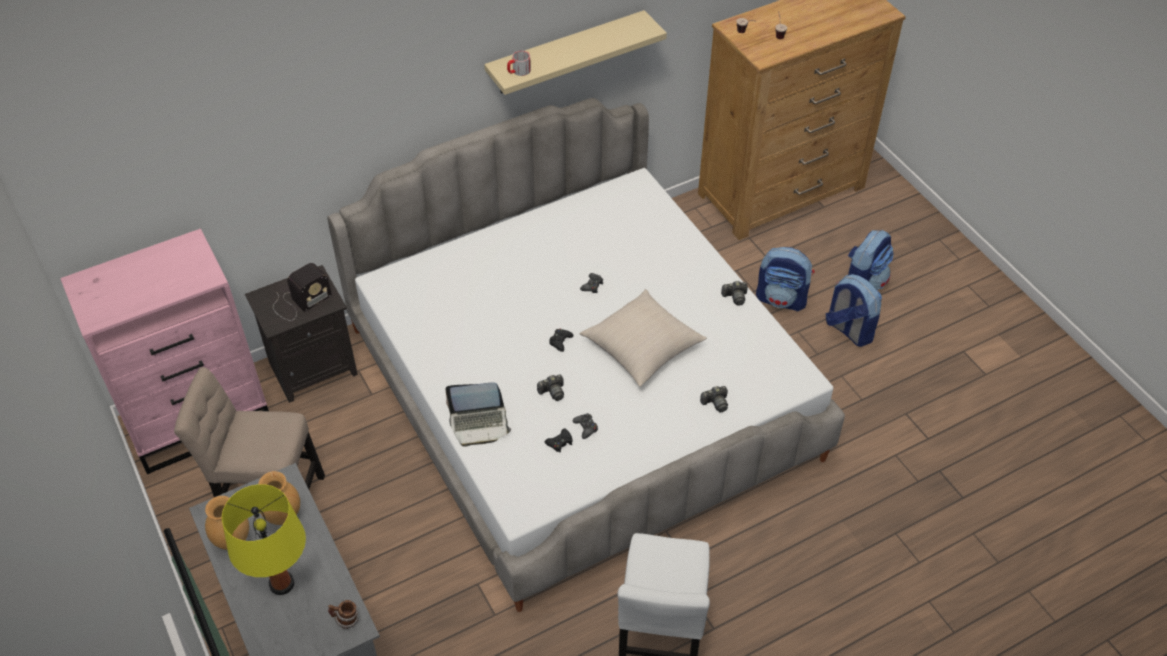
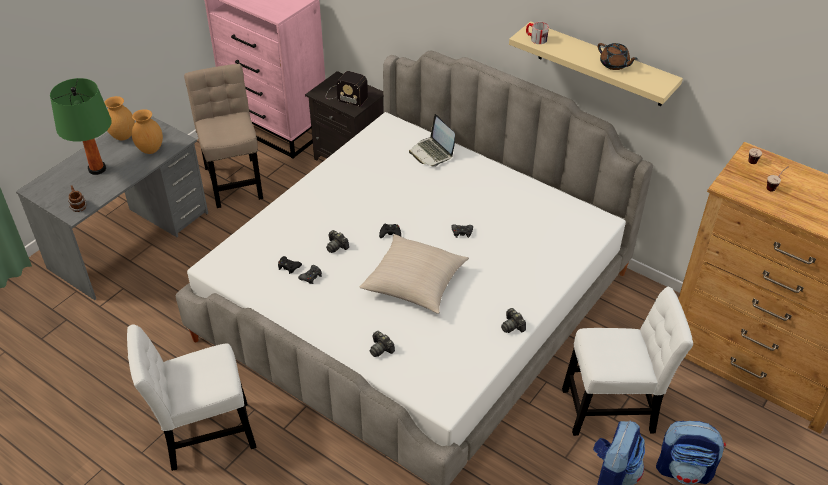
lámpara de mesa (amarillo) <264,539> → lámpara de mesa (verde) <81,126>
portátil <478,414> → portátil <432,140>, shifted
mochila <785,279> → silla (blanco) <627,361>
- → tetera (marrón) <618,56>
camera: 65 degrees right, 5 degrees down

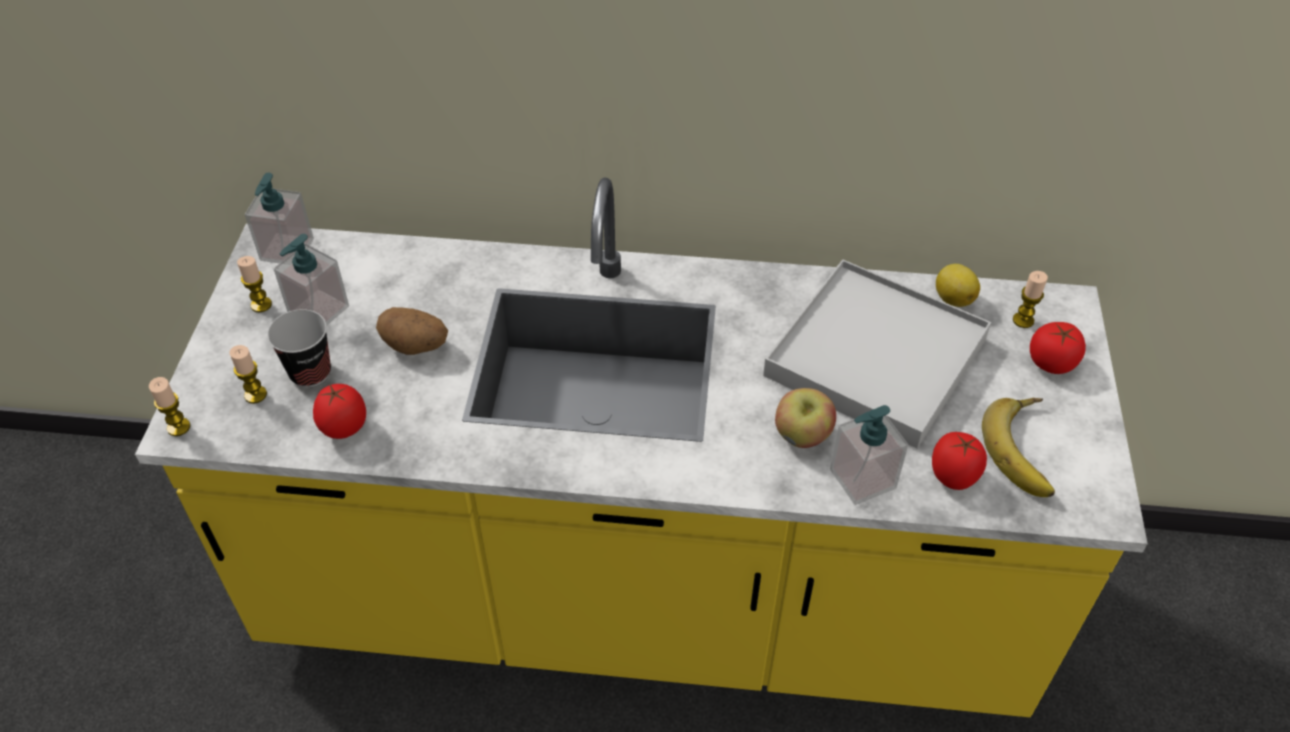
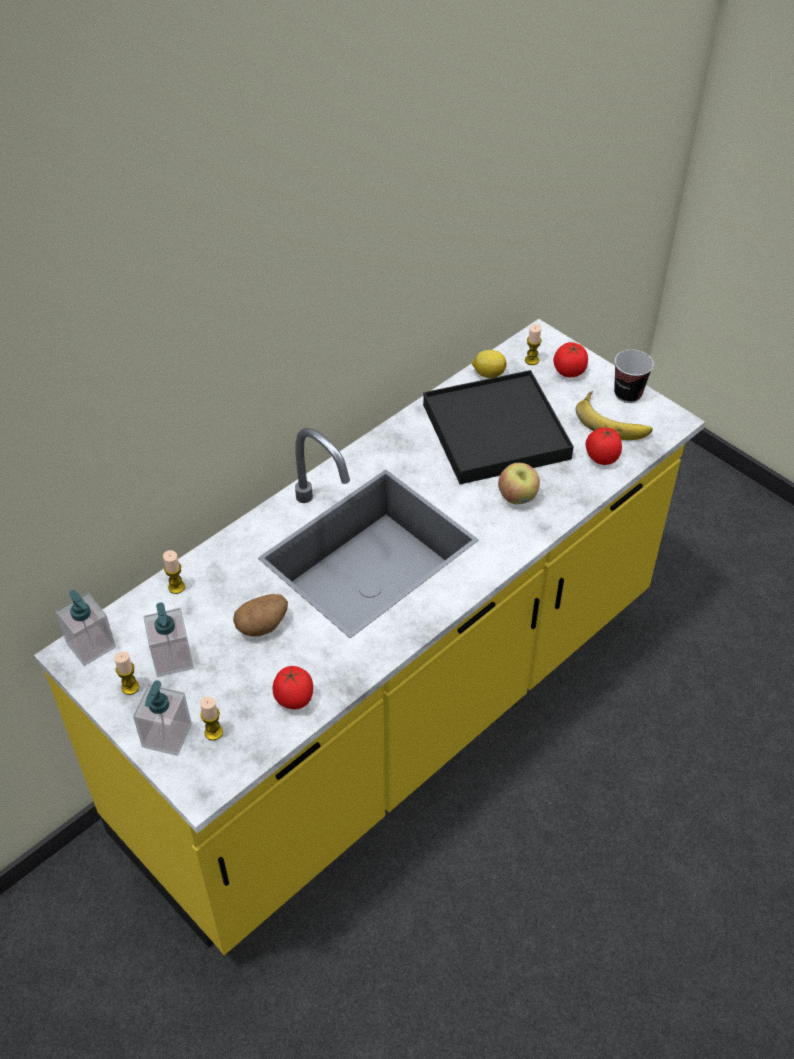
vela <170,406> → vela <174,572>, shifted
taza <299,348> → taza <634,376>, shifted
bandeja (blanco) <877,354> → bandeja (negro) <498,427>
dispensador de jabón <869,455> → dispensador de jabón <162,718>, shifted
camera: 50 degrees left, 0 degrees up

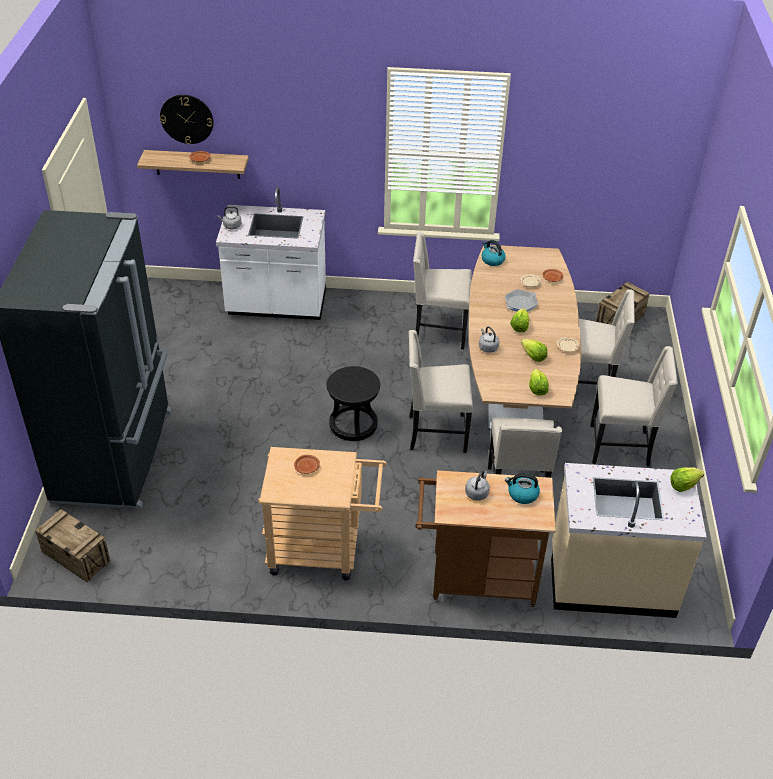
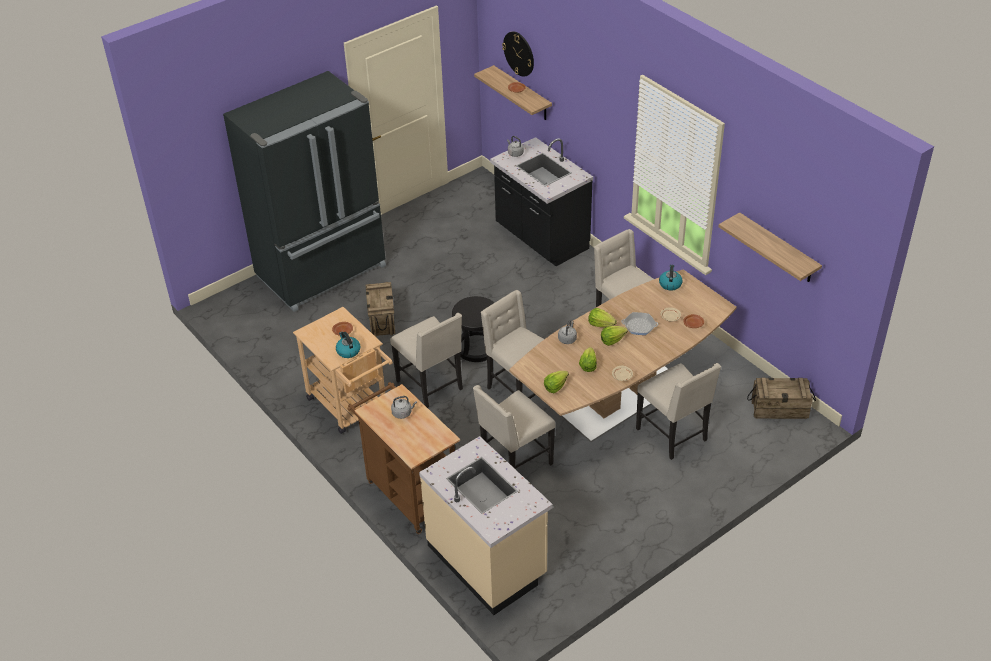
caja de embalaje <73,545> → caja de embalaje <380,309>, shifted
mueble bajo de cocina (blanco) <271,253> → mueble bajo de cocina (negro) <541,201>
hervidor <522,488> → hervidor <348,345>, shifted
silla (beis) <634,406> → silla (beis) <426,360>, shifted
lechuga <687,479> → lechuga <602,317>, shifted
- → estante <770,247>
camera: 50 degrees right, 0 degrees up

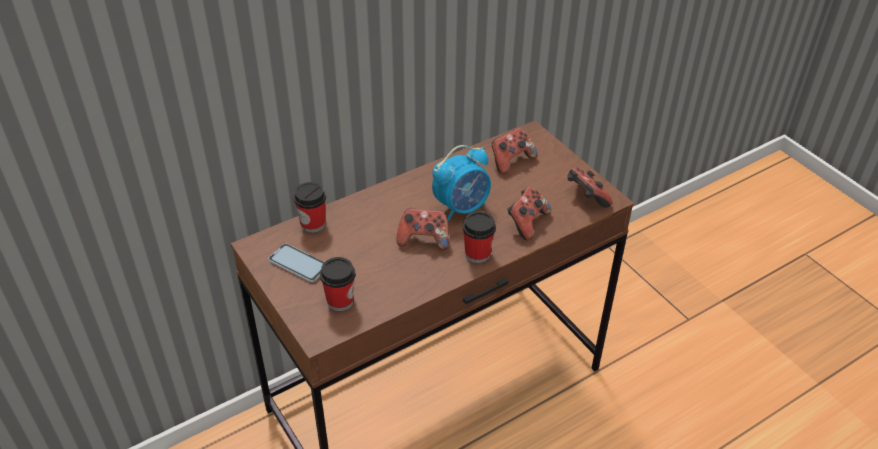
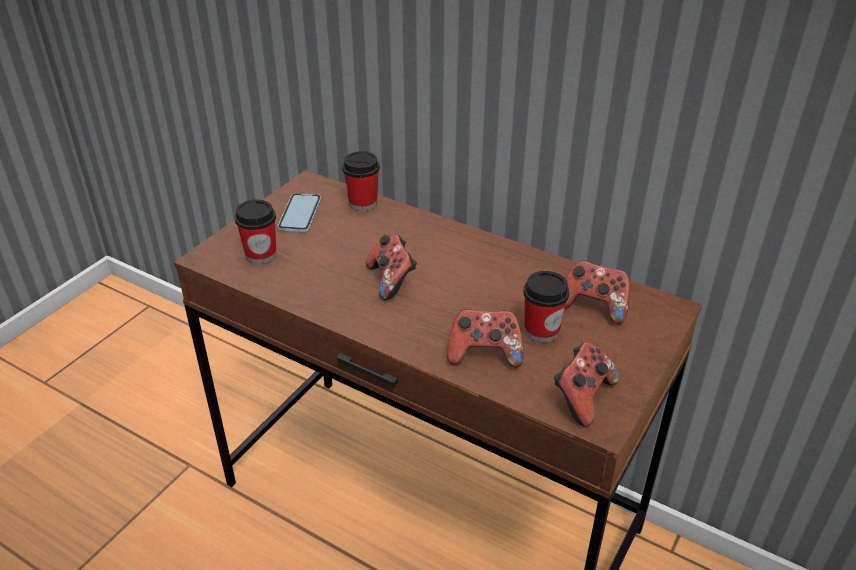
despertador <461,183> → -
taza <479,237> → taza <546,307>, shifted
camera: 65 degrees right, 5 degrees down

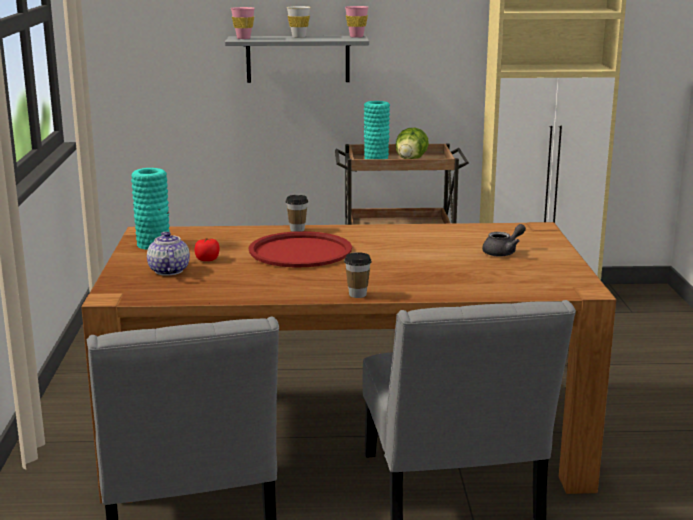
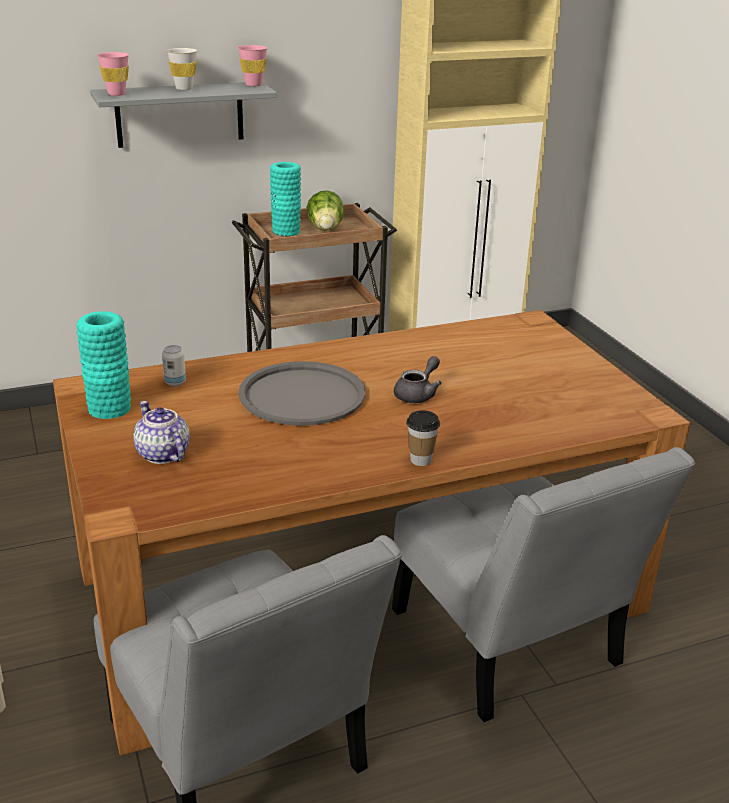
tomate <207,249> → -
bandeja (rojo) <300,249> → bandeja (gris) <302,393>
taza <296,213> → -
tetera (gris) <504,240> → tetera (gris) <418,379>, shifted
- → lata <174,365>
camera: 20 degrees left, 10 degrees up

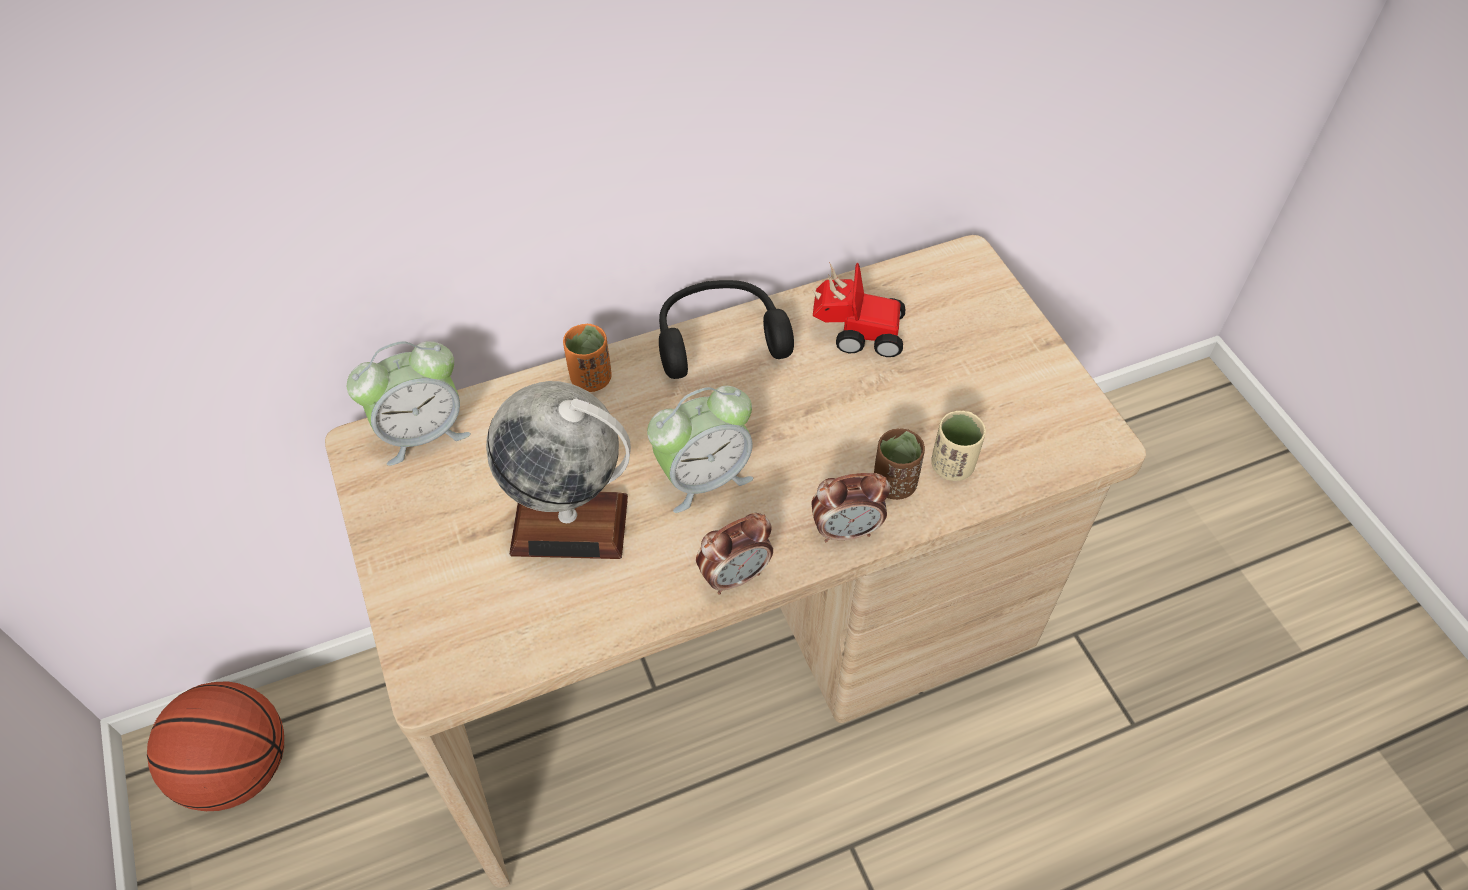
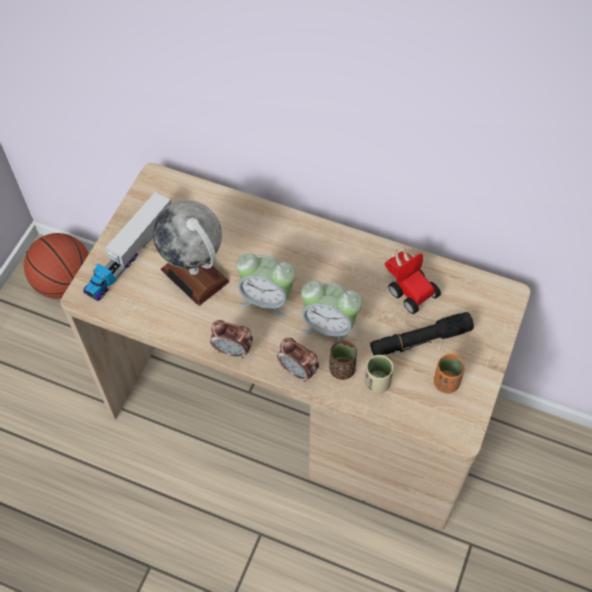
despertador <409,403> → despertador <331,310>, shifted
taza (naranja) <587,358> → taza (naranja) <449,374>, shifted
auriculares (negro) <726,329> → -
- → camión de juguete <127,246>
- → linterna (negro) <422,334>
camera: 45 degrees right, 5 degrees up

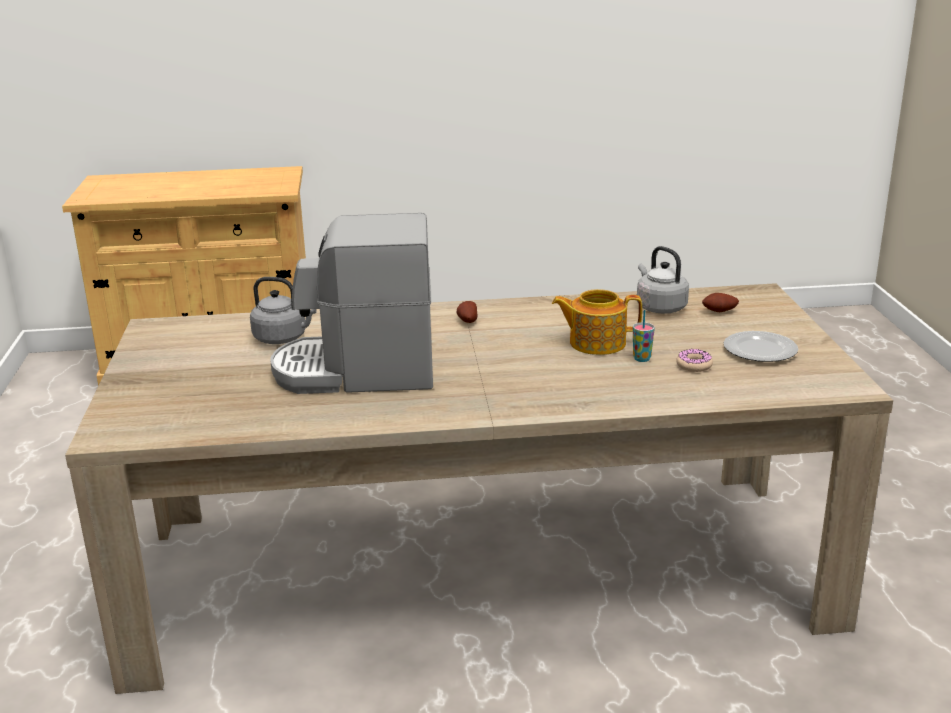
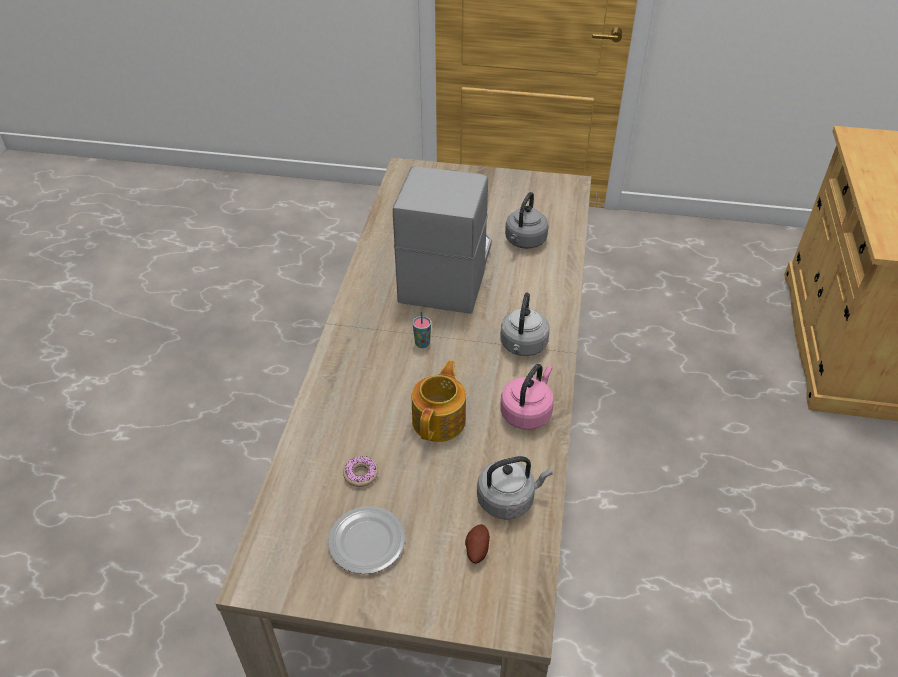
patata <467,312> → hervidor (gris) <525,324>
taza <644,336> → taza <421,329>, shifted
- → hervidor (rosa) <527,397>
camera: 105 degrees right, 20 degrees up

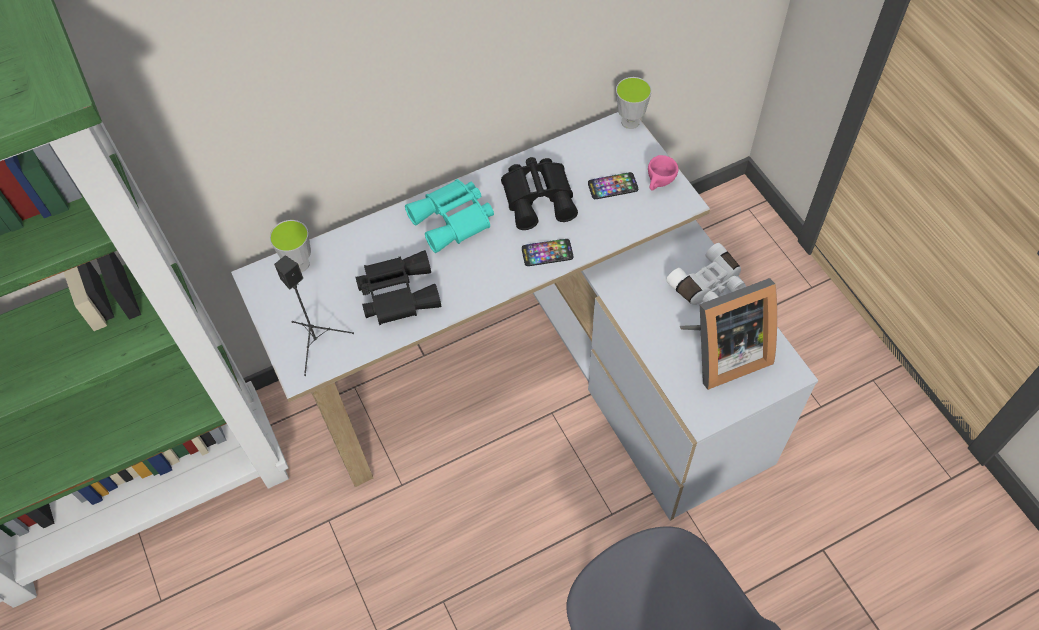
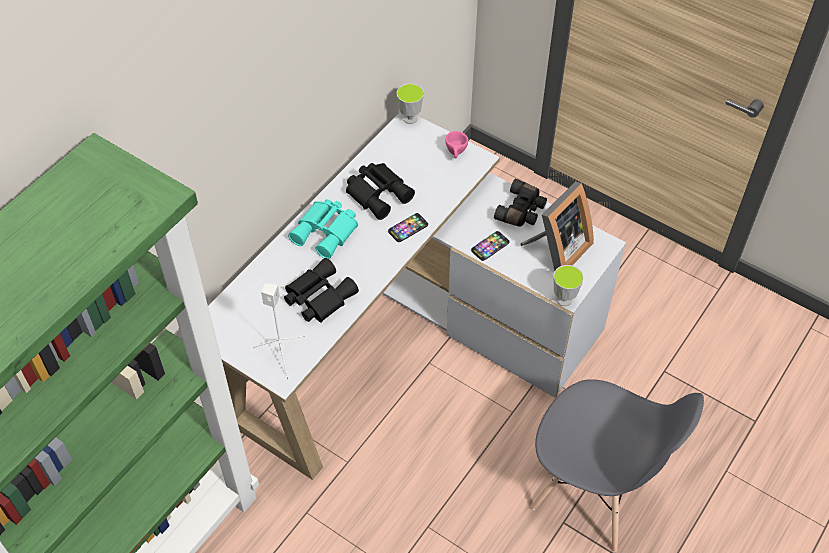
taza <290,246> → taza <568,285>, shifted
altavoz (negro) <314,316> → altavoz (blanco) <279,331>
móvil <613,185> → móvil <490,246>, shifted
prismáticos (blanco) <705,274> → prismáticos (negro) <520,203>
camera: 30 degrees left, 5 degrees down

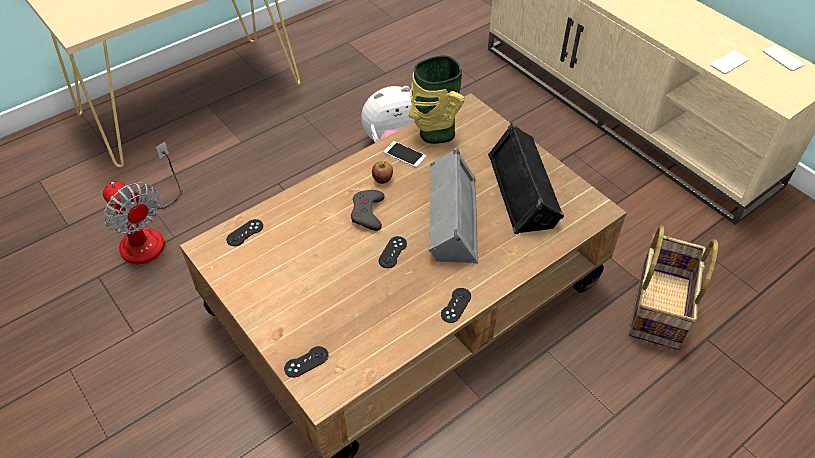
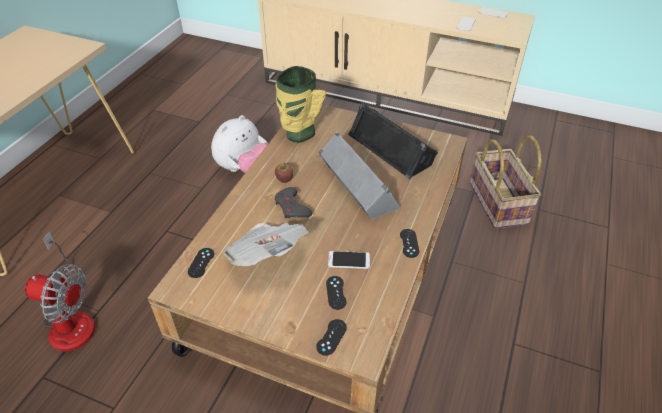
mando de consola (negro) <393,252> → mando de consola (negro) <336,293>, shifted
móvil <405,154> → móvil <349,260>, shifted
- → periódico <265,244>
camera: 30 degrees left, 5 degrees down

